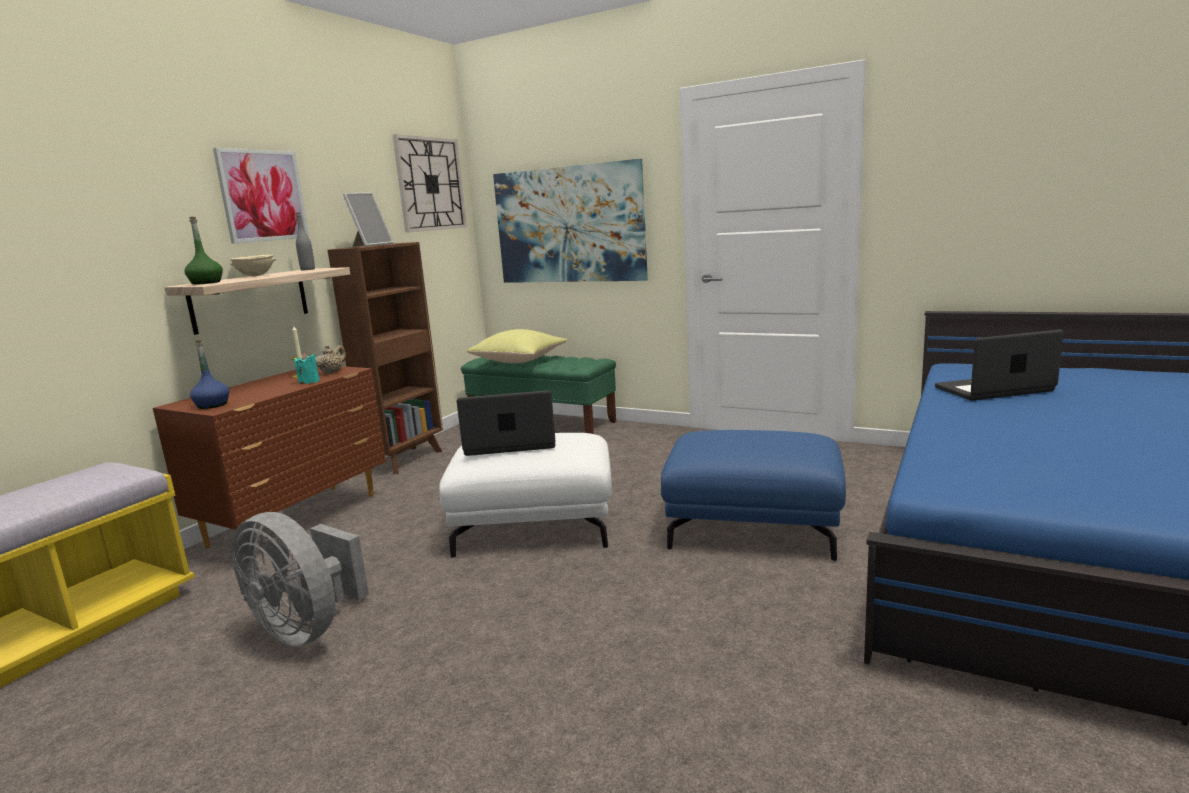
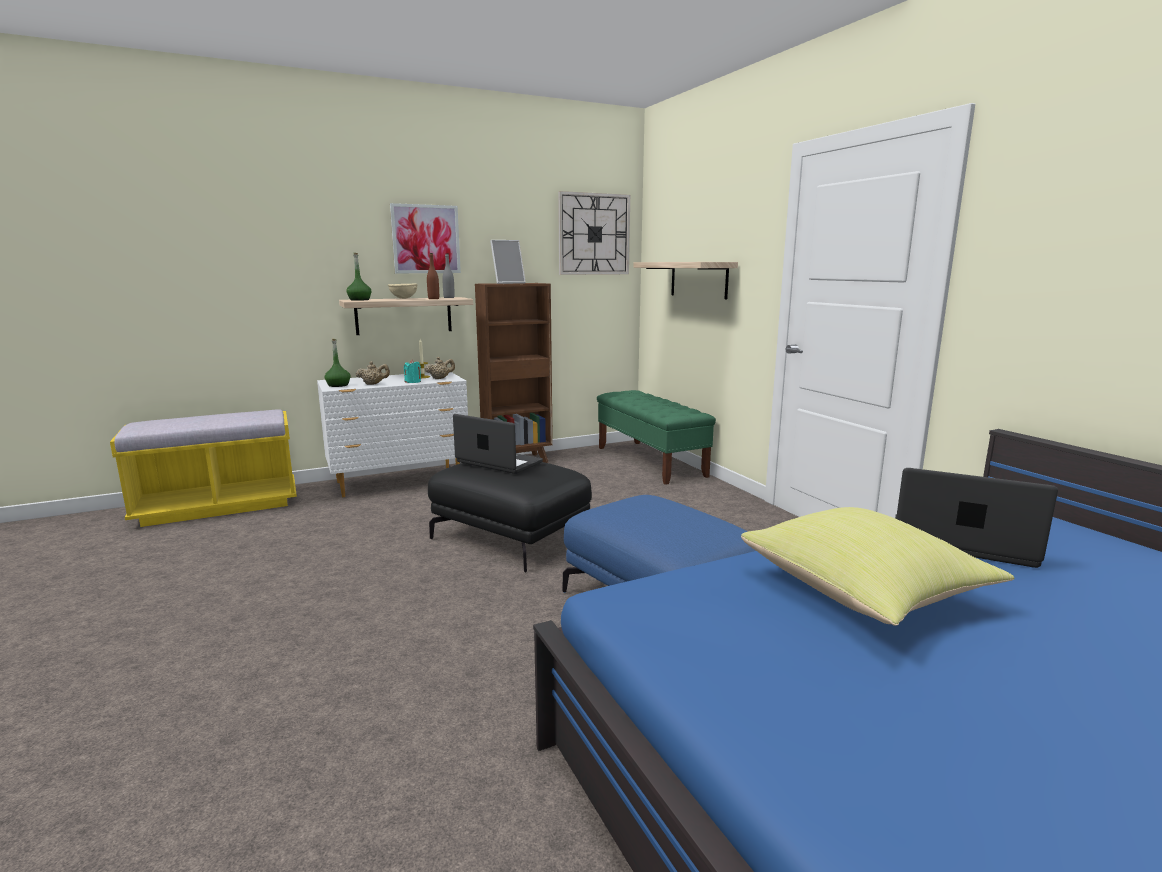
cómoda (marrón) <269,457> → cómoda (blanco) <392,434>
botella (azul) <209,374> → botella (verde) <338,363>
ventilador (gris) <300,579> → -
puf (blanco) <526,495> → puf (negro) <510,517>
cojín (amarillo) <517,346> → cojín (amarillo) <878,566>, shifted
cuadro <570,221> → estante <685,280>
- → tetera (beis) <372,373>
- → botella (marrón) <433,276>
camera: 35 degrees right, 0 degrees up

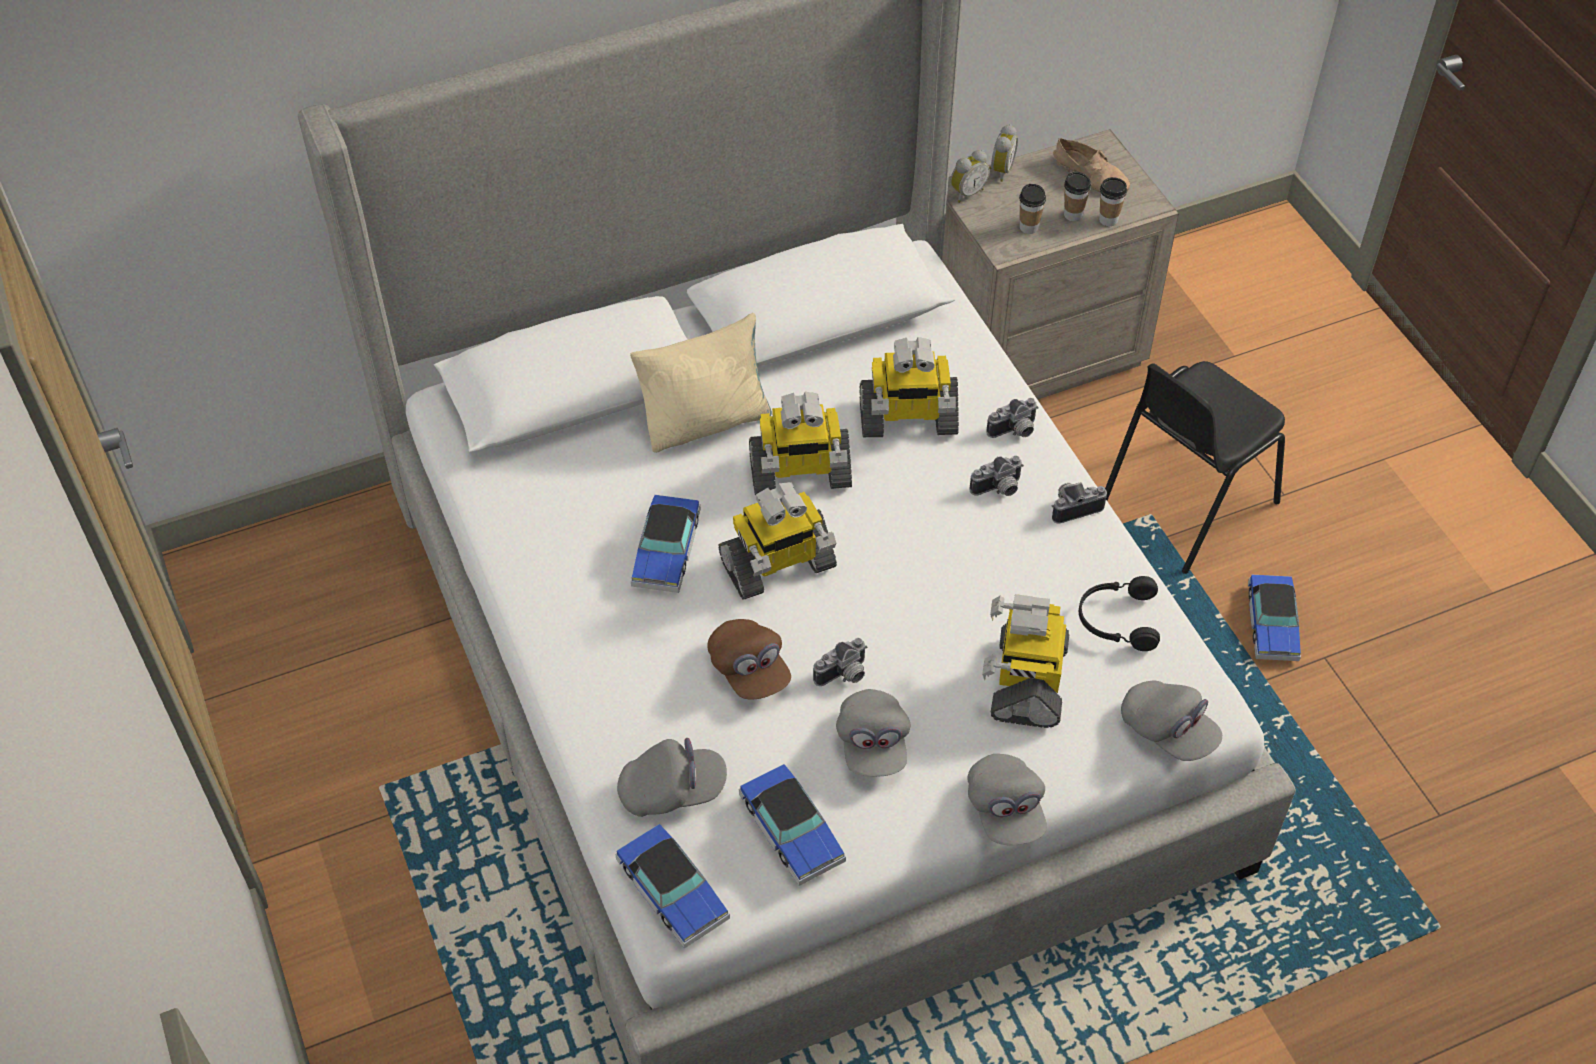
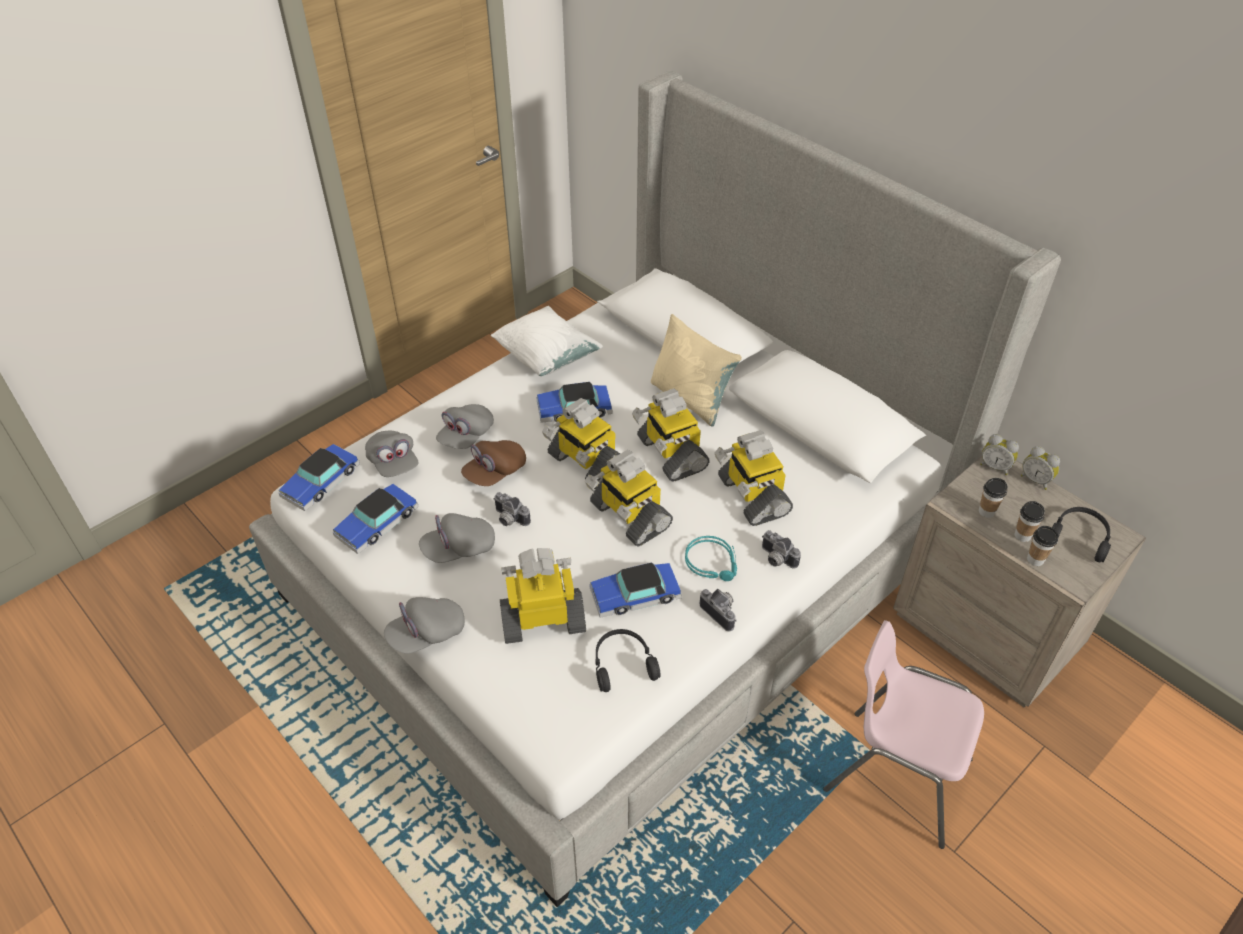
cámara <997,476> → auriculares (turquesa) <711,558>
despertador <1003,153> → despertador <1040,468>, 45 degrees clockwise
zapato (beis) <1091,165> → auriculares (negro) <1081,534>
silla (negro) <1195,467> → silla (rosa) <903,734>
gorra (gris) <1171,721> → gorra (gris) <465,426>, shifted
coche de juguete <1274,618> → coche de juguete <635,590>, shifted
- → cojín (blanco) <547,341>
- → robot de juguete <629,498>
camera: 70 degrees right, 5 degrees down

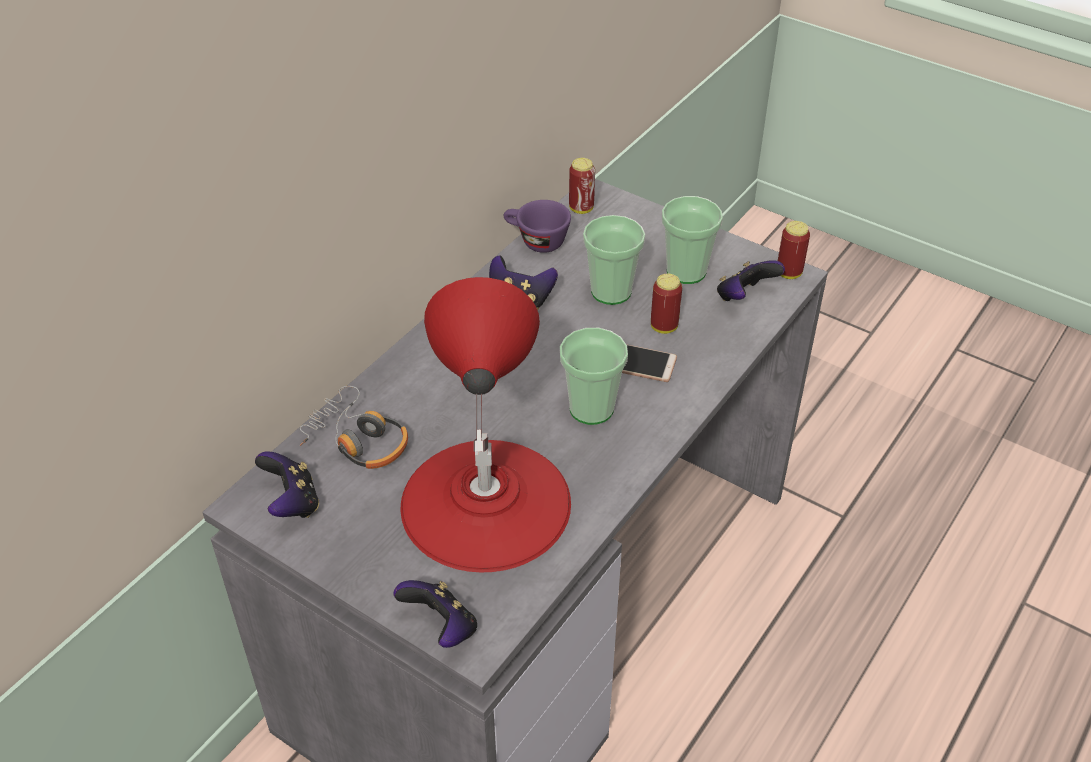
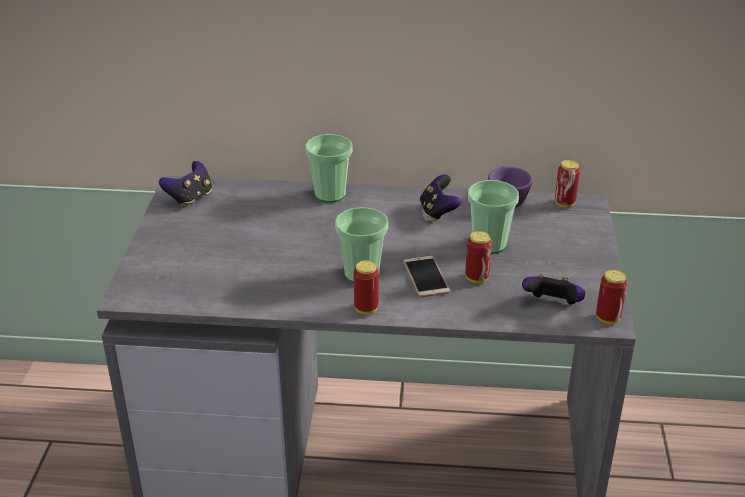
auriculares <353,427> → -
mando de consola <435,614> → -
lámpara de mesa (rojo) <485,424> → -
taza <692,240> → taza <329,168>, shifted
- → lata <366,287>
camera: 60 degrees right, 10 degrees down

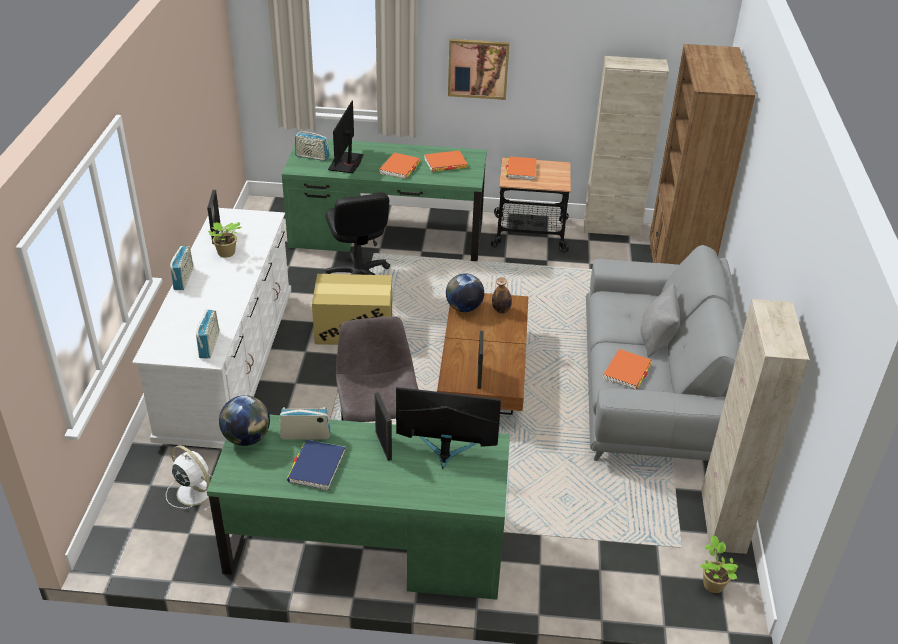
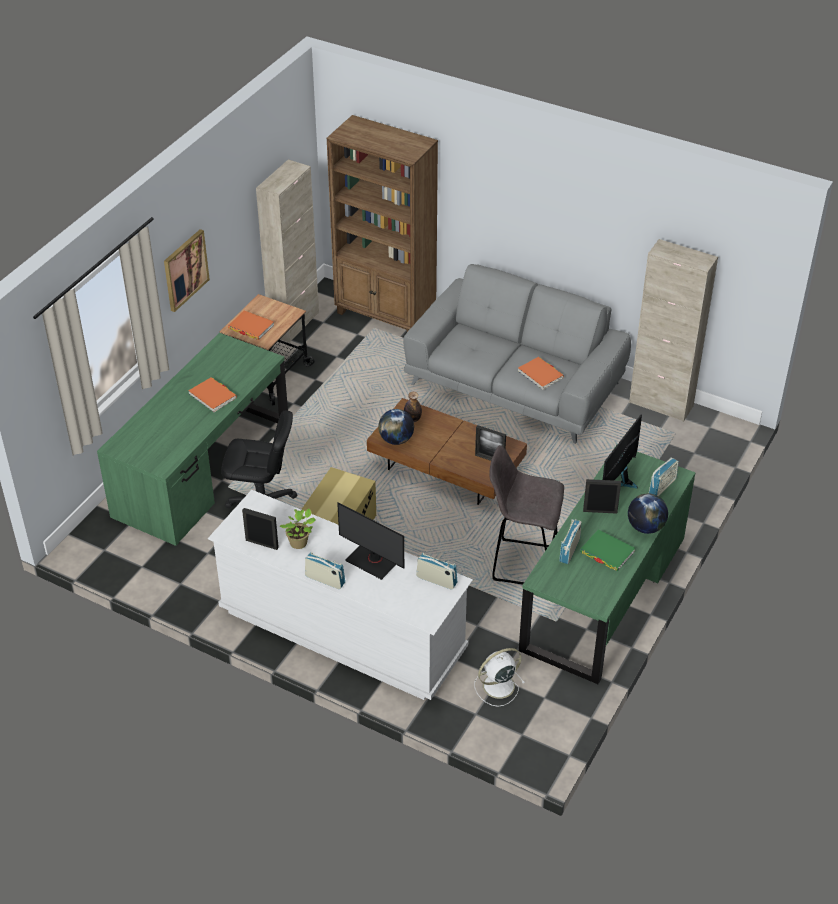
globo terráqueo <244,420> → globo terráqueo <648,513>, shifted
libro (azul) <316,465> → libro (verde) <607,550>
radio <312,146> → radio <664,476>, shifted
monitor <346,136> → monitor <370,541>, shifted
libro (naranja) <446,161> → -
cojín (gris) <660,320> → -
planta en maceta <719,564> → -
camera: 65 degrees left, 5 degrees up

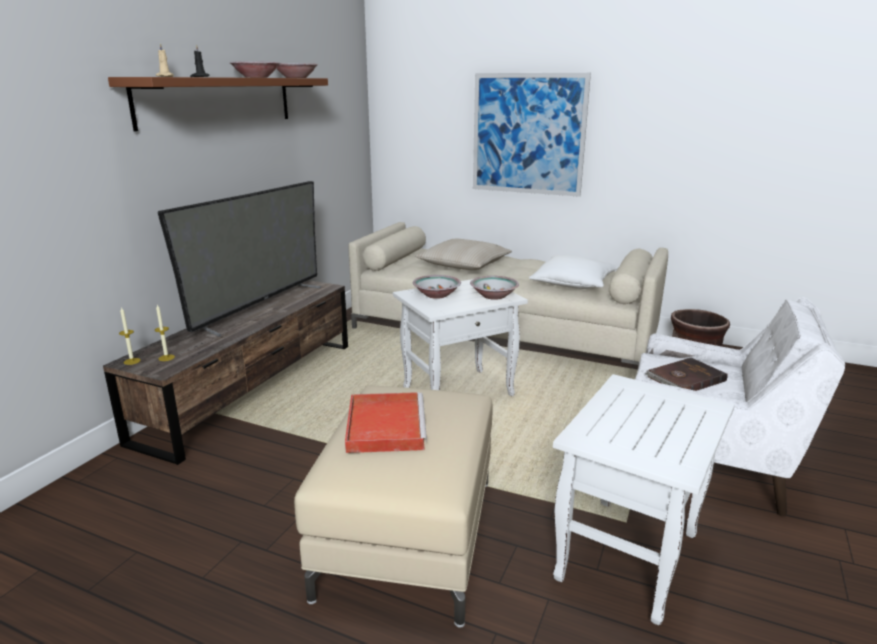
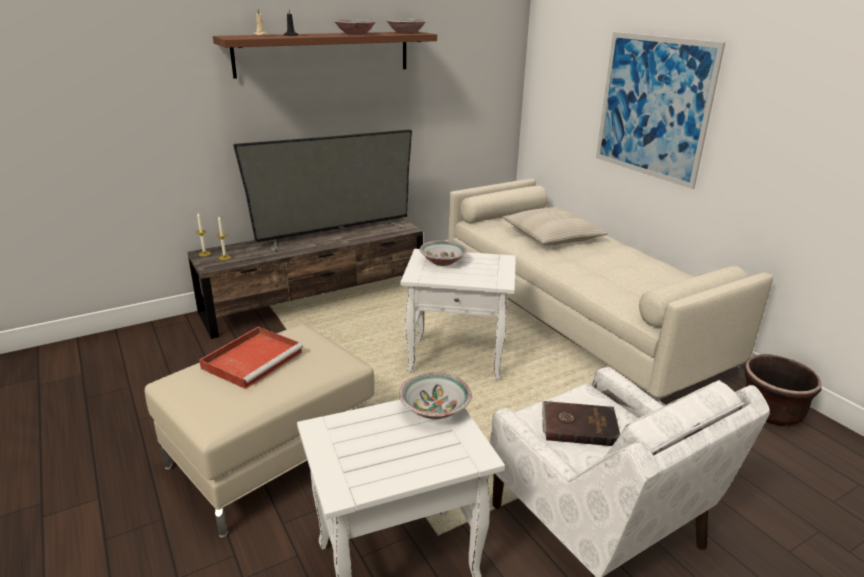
cuenco <494,287> → cuenco <435,395>, shifted
cojín (blanco) <574,272> → -
camera: 35 degrees right, 5 degrees up

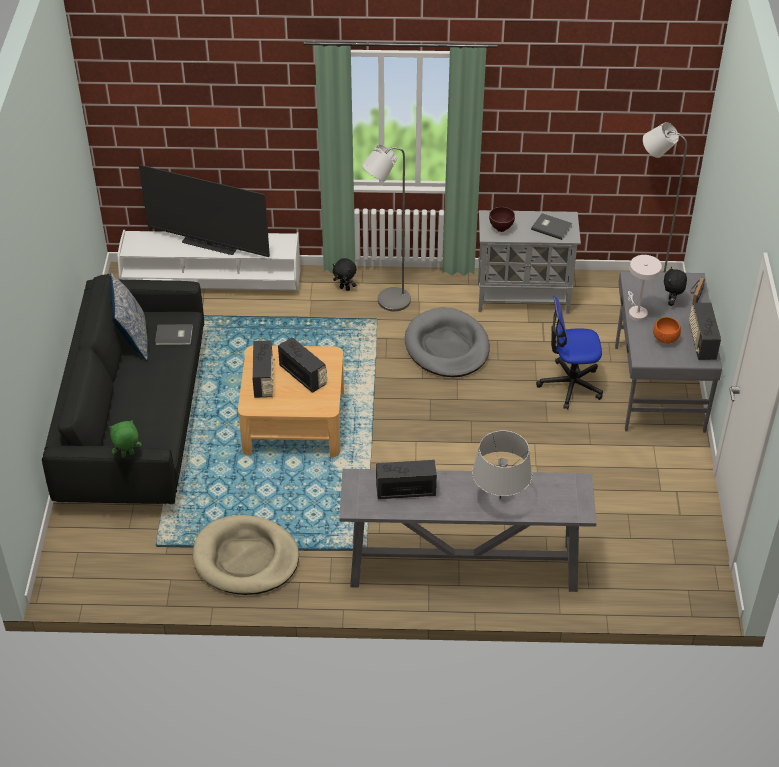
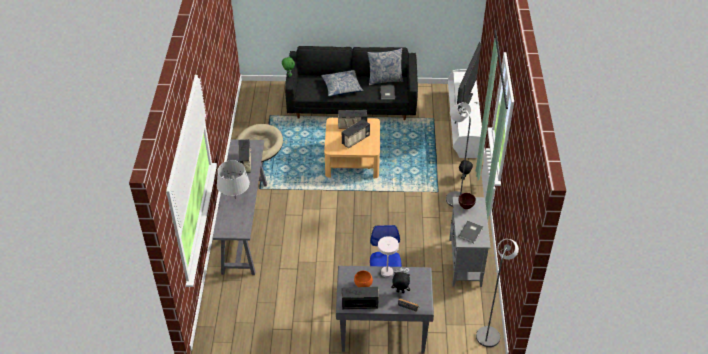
cama para perro (gris) <447,342> → -
- → cojín <342,83>
camera: 90 degrees right, 0 degrees up

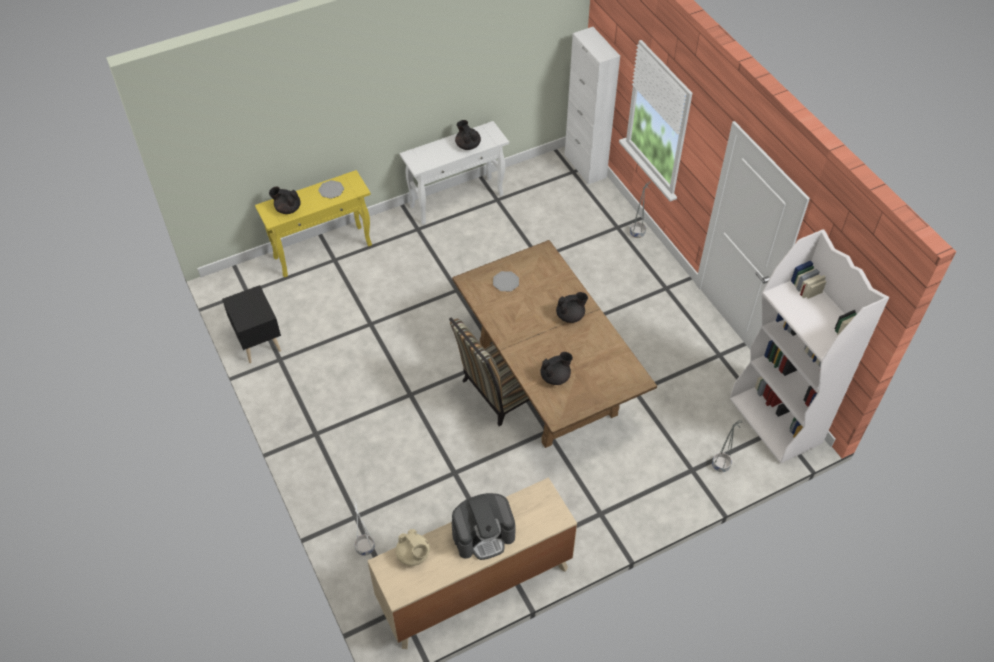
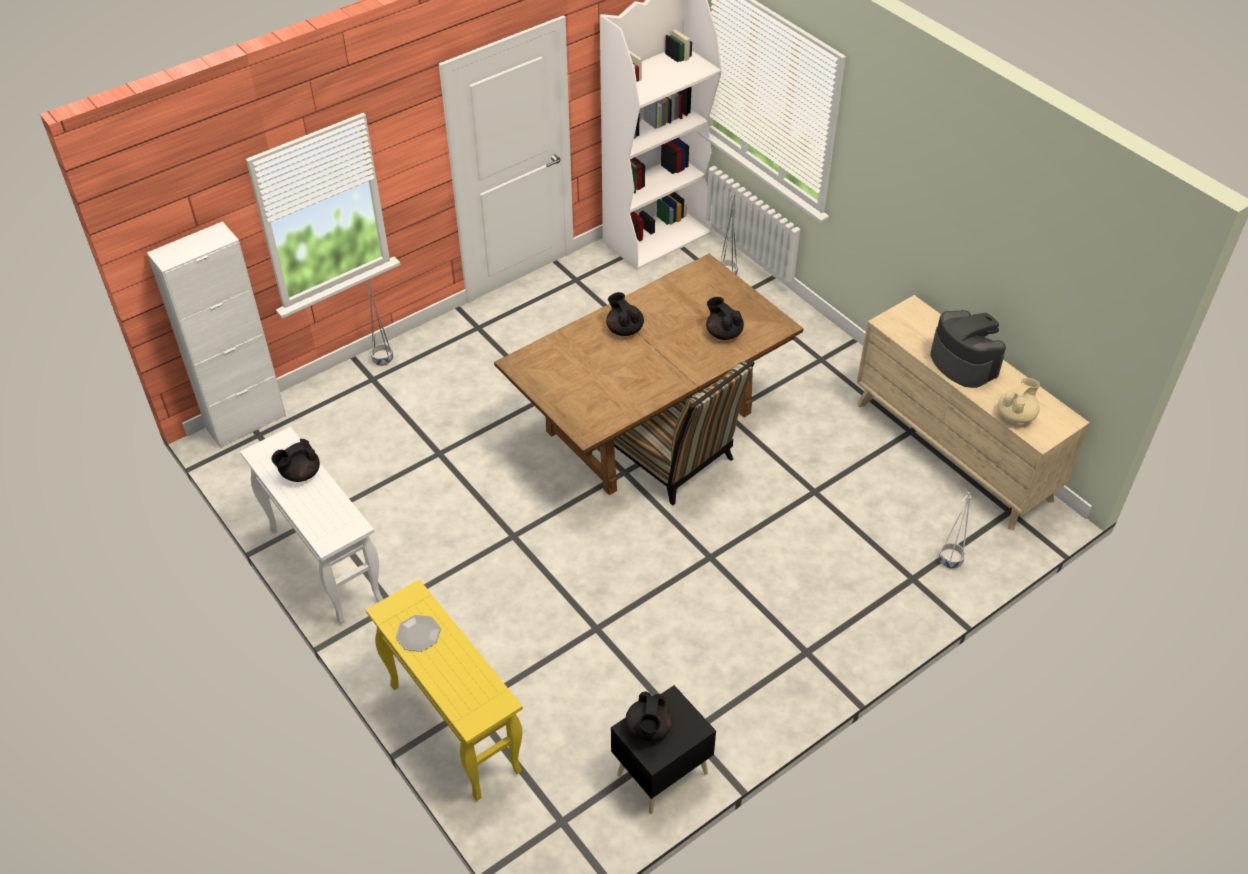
tetera (negro) <284,200> → tetera (negro) <648,716>, shifted
plato <506,281> → -
camera: 100 degrees left, 5 degrees down

